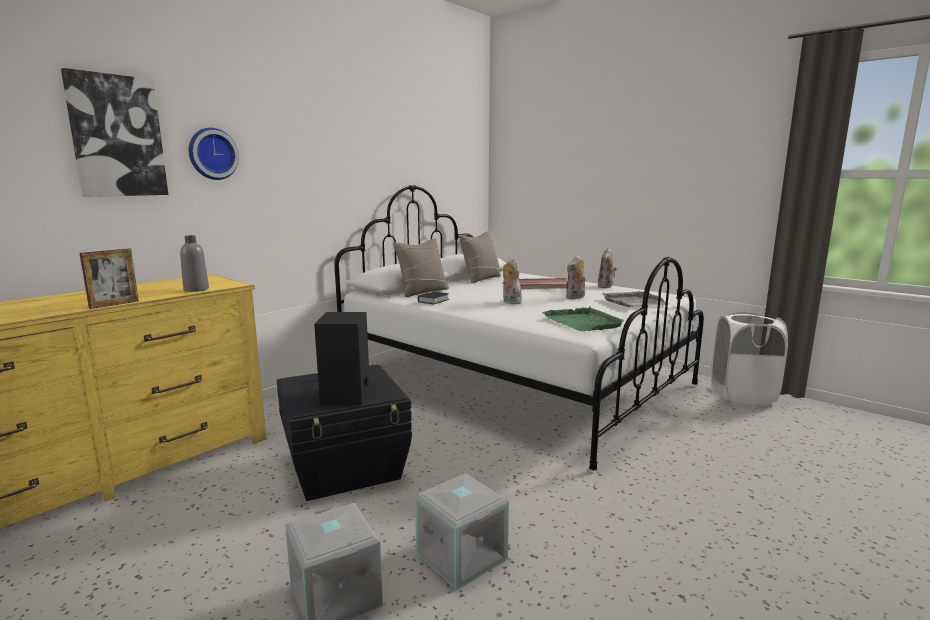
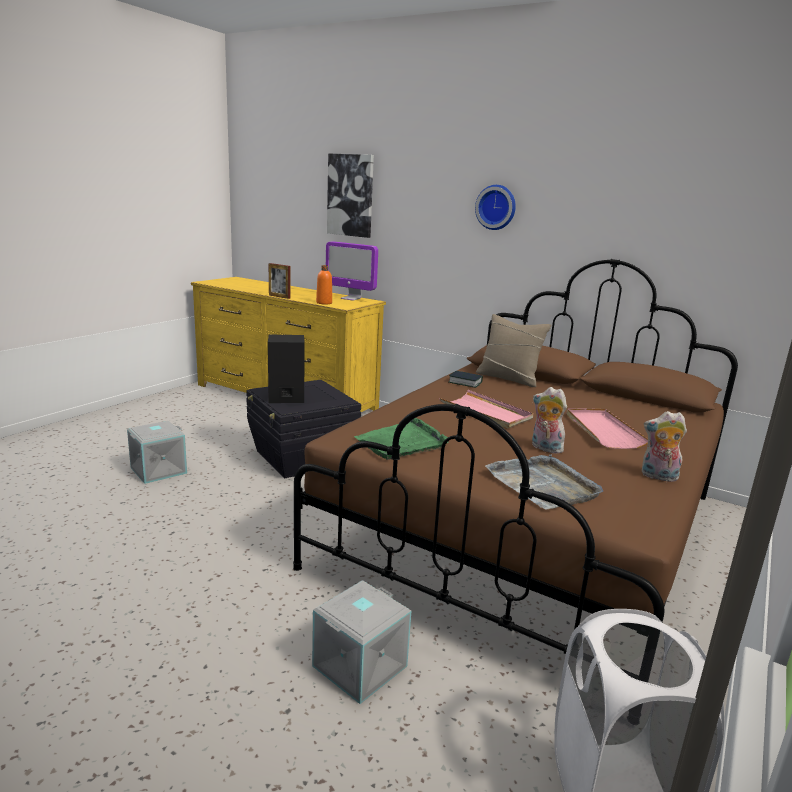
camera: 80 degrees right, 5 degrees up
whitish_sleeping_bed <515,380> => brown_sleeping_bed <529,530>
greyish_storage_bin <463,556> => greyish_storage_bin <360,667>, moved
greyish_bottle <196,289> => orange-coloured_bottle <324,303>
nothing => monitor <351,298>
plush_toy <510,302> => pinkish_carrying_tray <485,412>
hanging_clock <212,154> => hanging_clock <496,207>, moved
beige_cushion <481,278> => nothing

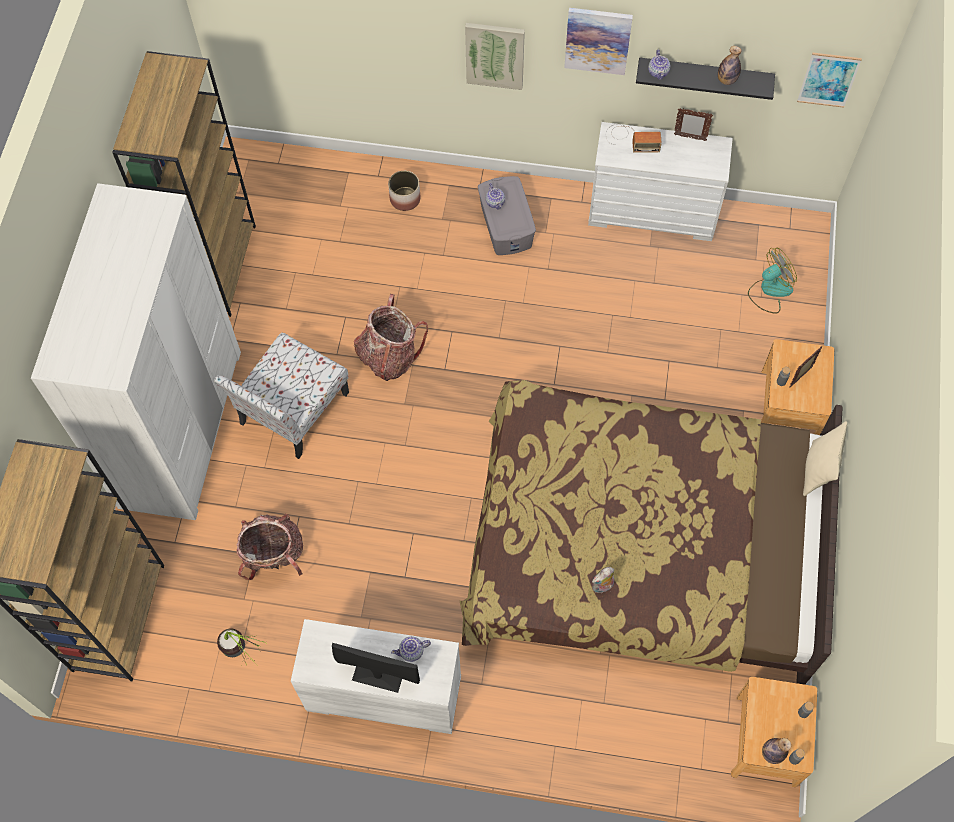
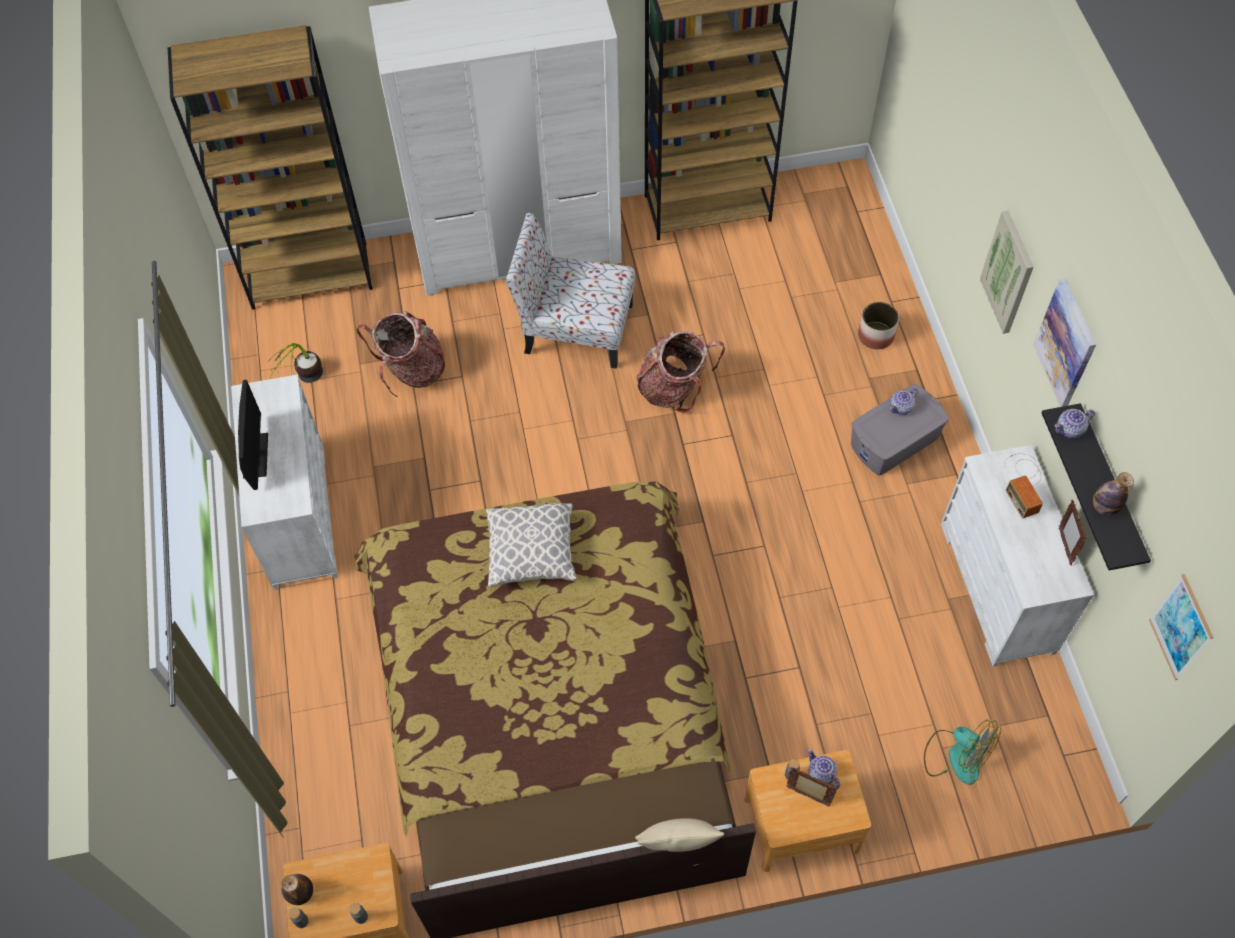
camera: 70 degrees right, 5 degrees down
nothing => cushion <532,553>
pot_for_tea <412,651> => pot_for_tea <821,774>, moved
plush_toy <602,587> => nothing

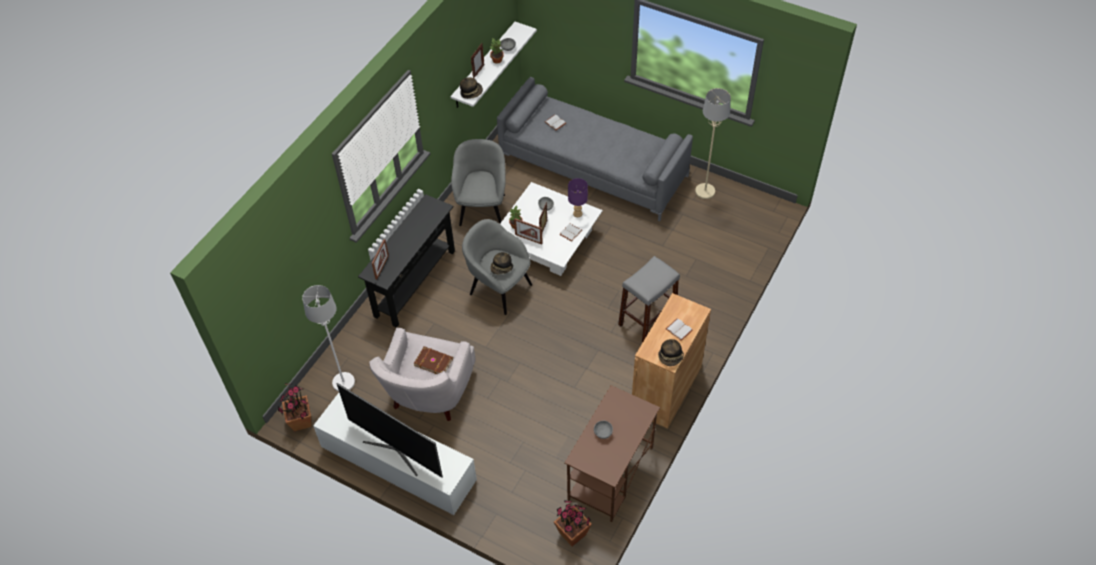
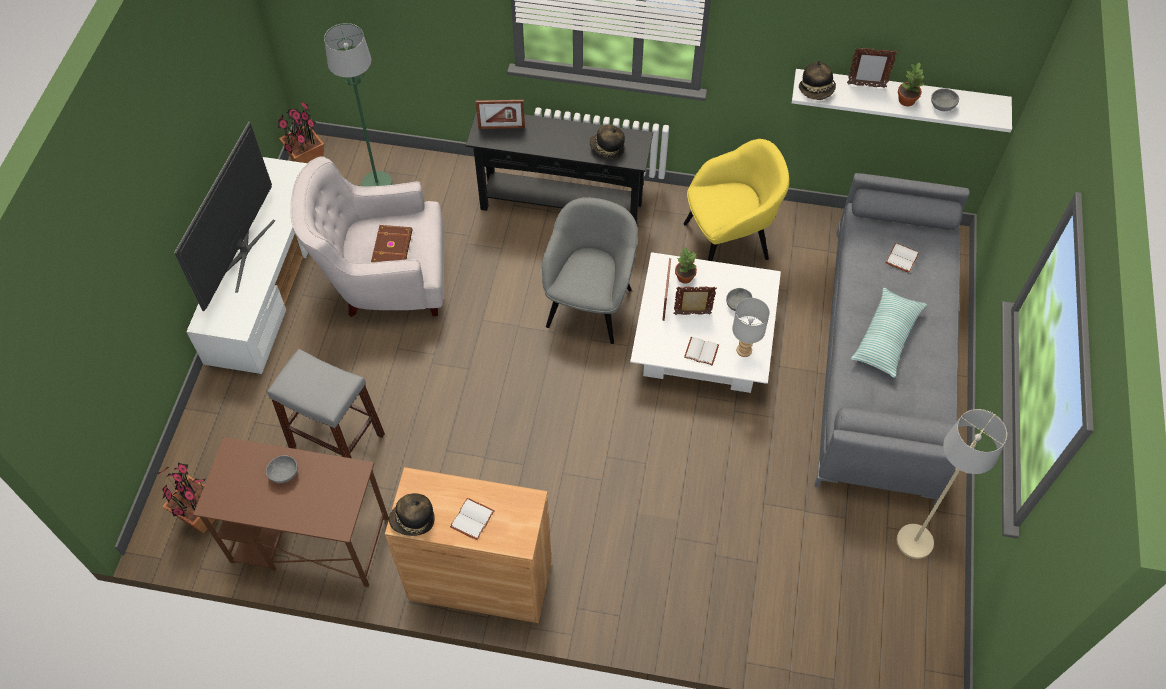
camera: 70 degrees right, 5 degrees up
greyish_stool_seat <647,320> => greyish_stool_seat <337,441>, moved
whitish_floor_lamp <344,382> => greenish_floor_lamp <377,184>
wearable_hat <502,268> => wearable_hat <607,148>, moved
greyish_lounge_chair <482,208> => yellow-coloured_lounge_chair <728,240>
purple_lamp_for_a_table <577,213> => greyish_lamp_for_a_table <744,350>
nothing => cushion <886,337>

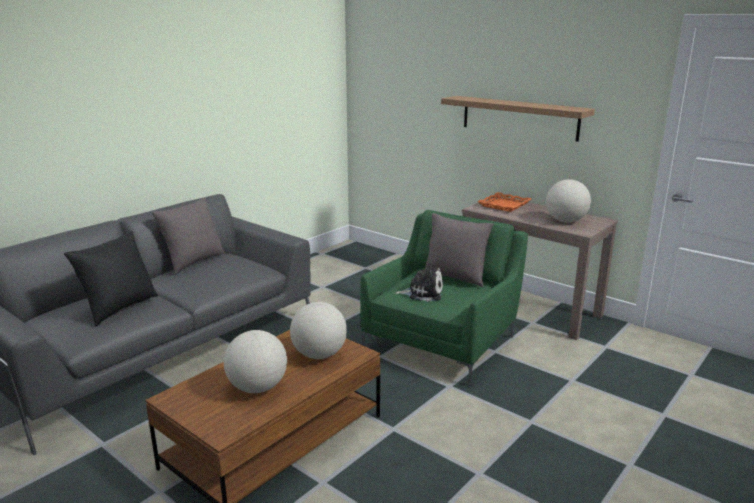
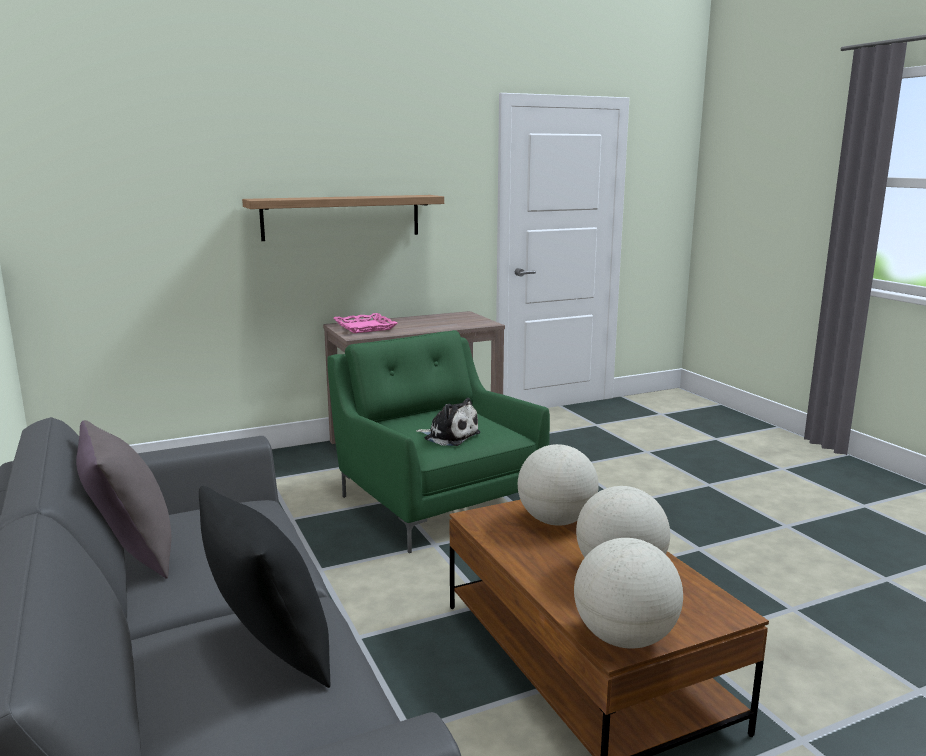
camera: 65 degrees left, 5 degrees down
orange-coloured_carrying_tray <504,205> => pinkish_carrying_tray <365,327>
plush_toy <423,293> => plush_toy <449,436>, 90 degrees clockwise
desk_globe <565,221> => desk_globe <624,638>, moved
greyish_cushion <455,278> => nothing

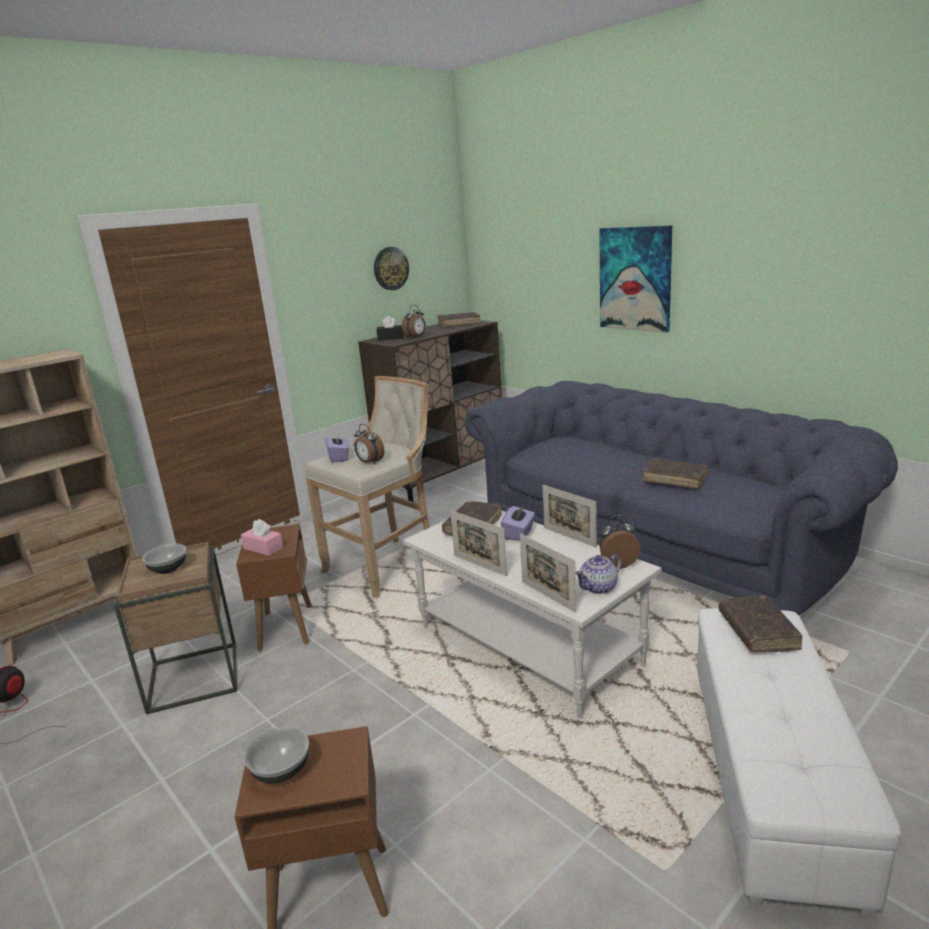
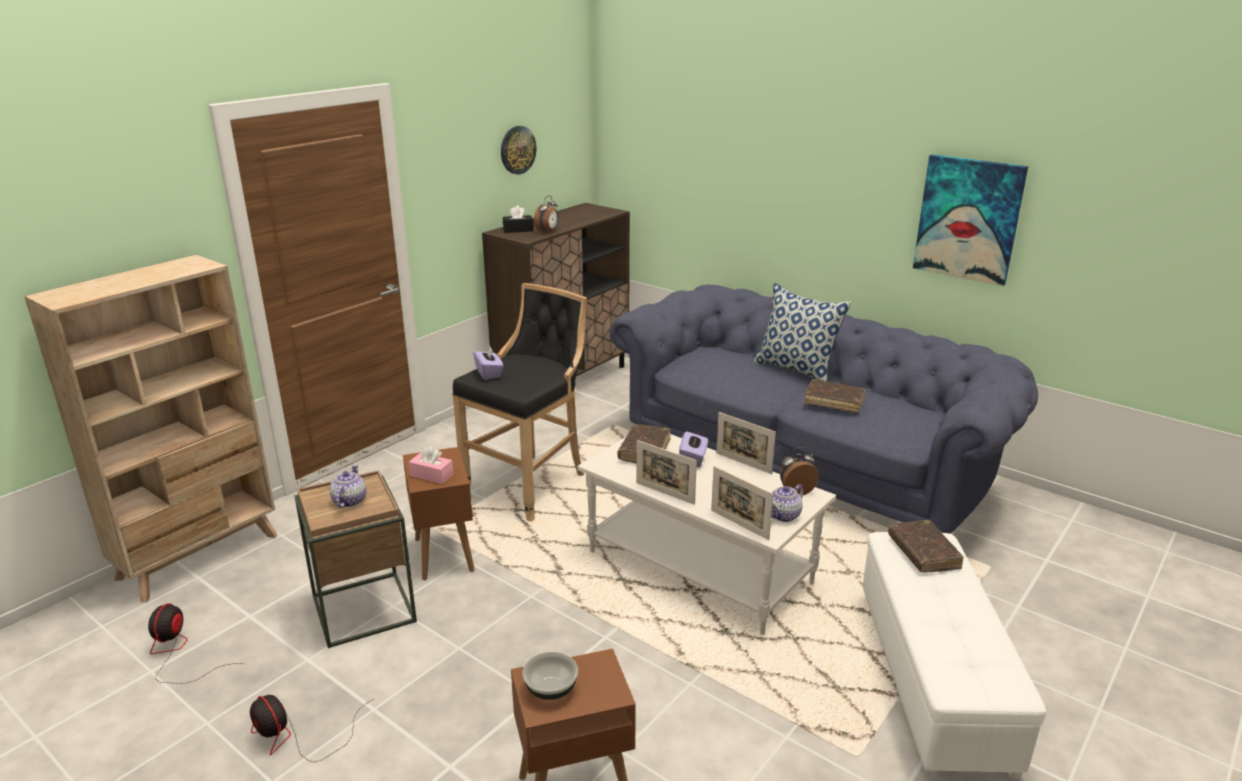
camera: 10 degrees left, 5 degrees up
nothing => cooling_fan <296,737>
serving_bowl <167,569> => pot_for_tea <349,501>
beige_stool_seat <386,564> => blackish_stool_seat <530,484>
nothing => cushion <796,370>
wall_art <635,278> => wall_art <968,219>, moved
table_clock <369,463> => nothing
brown_book <459,324> => nothing

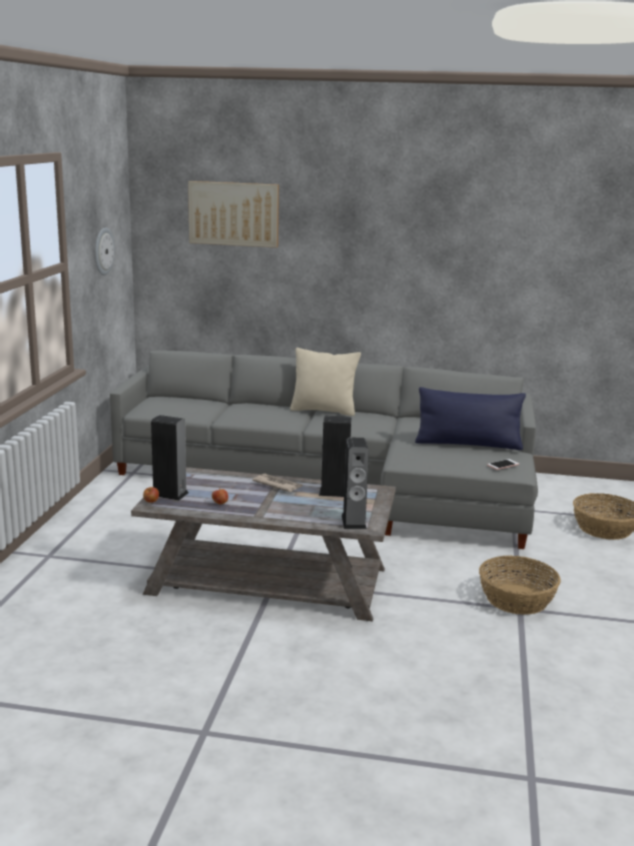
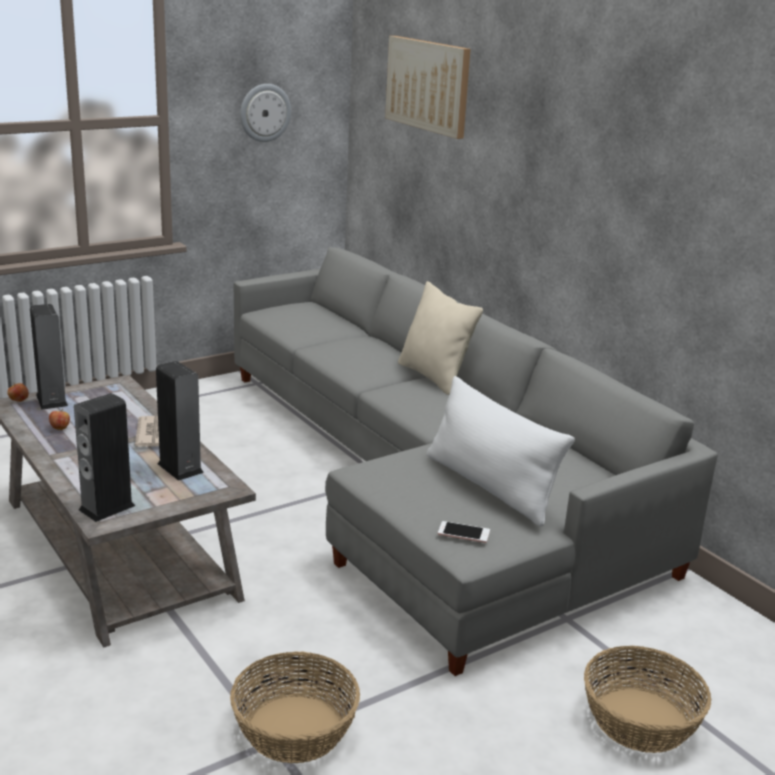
camera: 45 degrees right, 5 degrees up
bluish_cushion <468,444> => whitish_cushion <489,486>

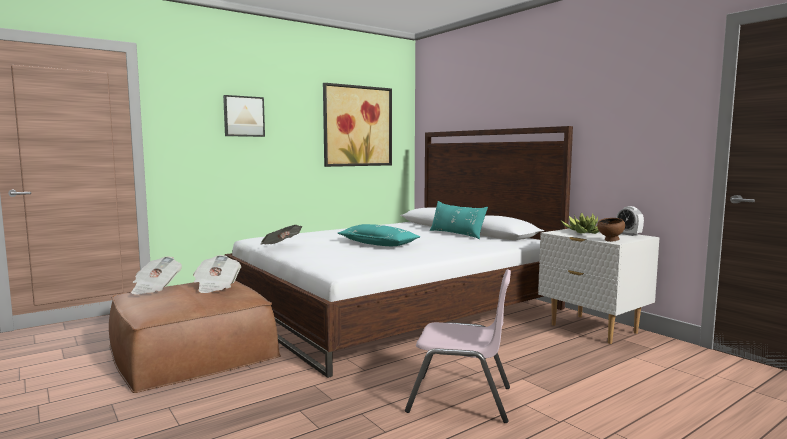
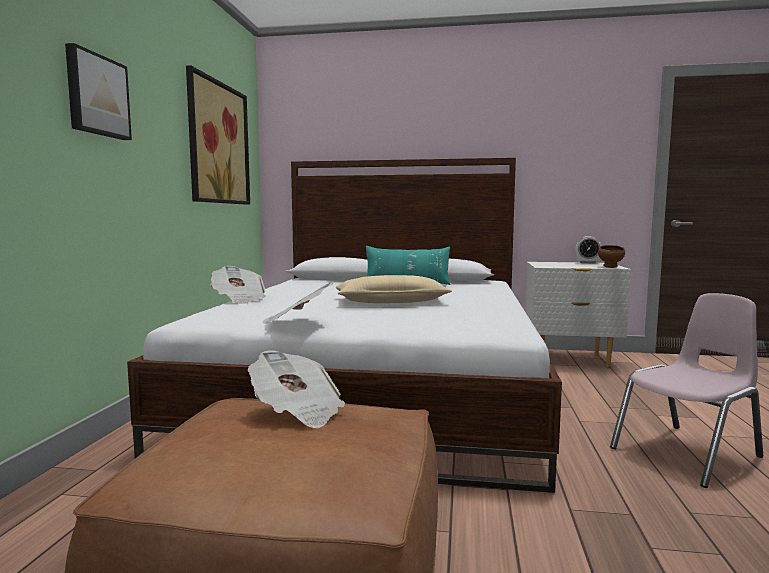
camera: 45 degrees left, 0 degrees up
printed_paper <155,288> => printed_paper <239,299>, moved
blue-green_cushion <378,244> => beige_cushion <391,302>
potted_plant <583,232> => nothing

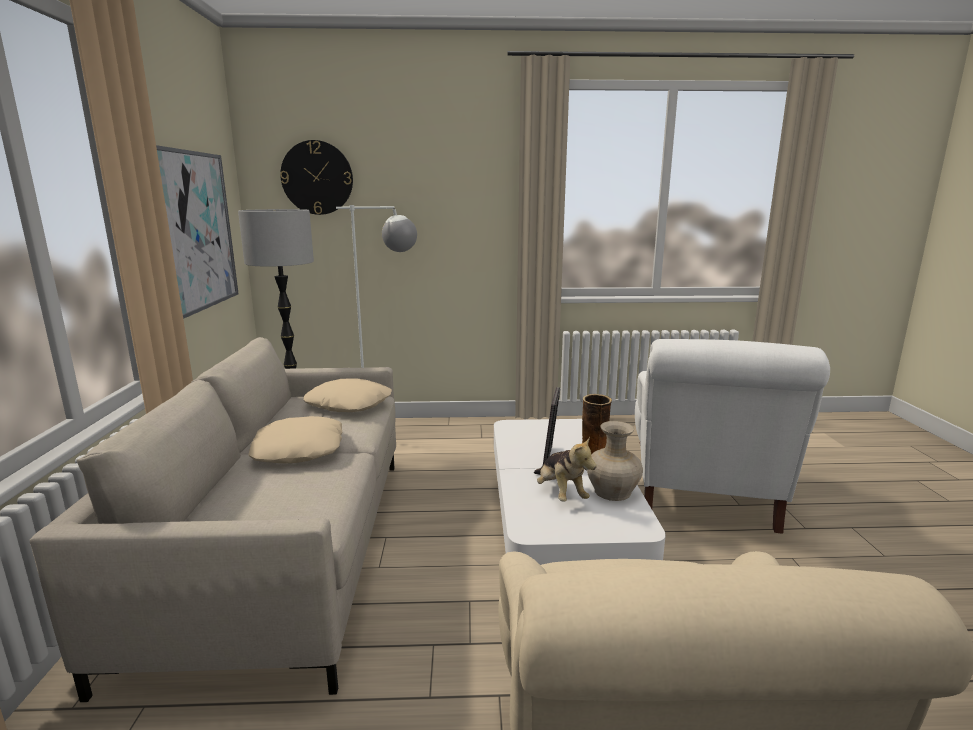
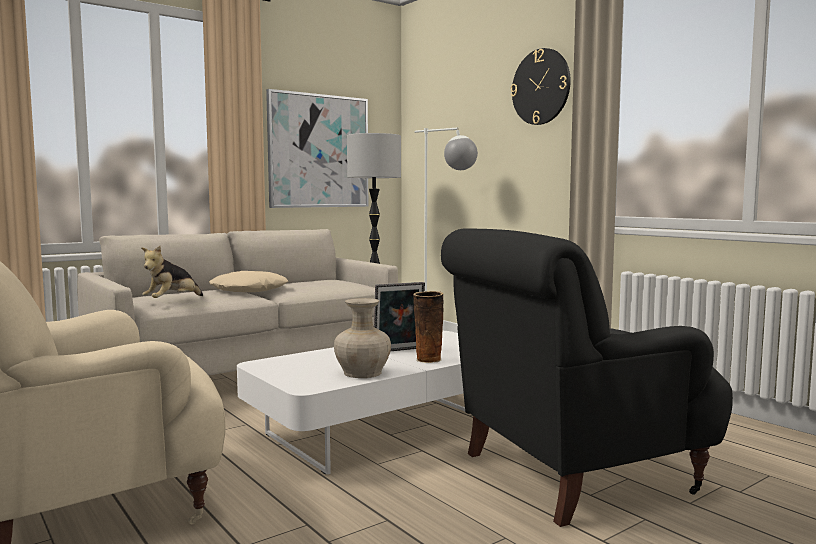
camera: 55 degrees right, 10 degrees down
plush_toy <560,493> => plush_toy <172,301>, moved
whitish_lounge_chair <703,496> => blackish_lounge_chair <572,473>
hanging_clock <317,178> => hanging_clock <541,87>, moved
beige_cushion <349,404> => nothing

